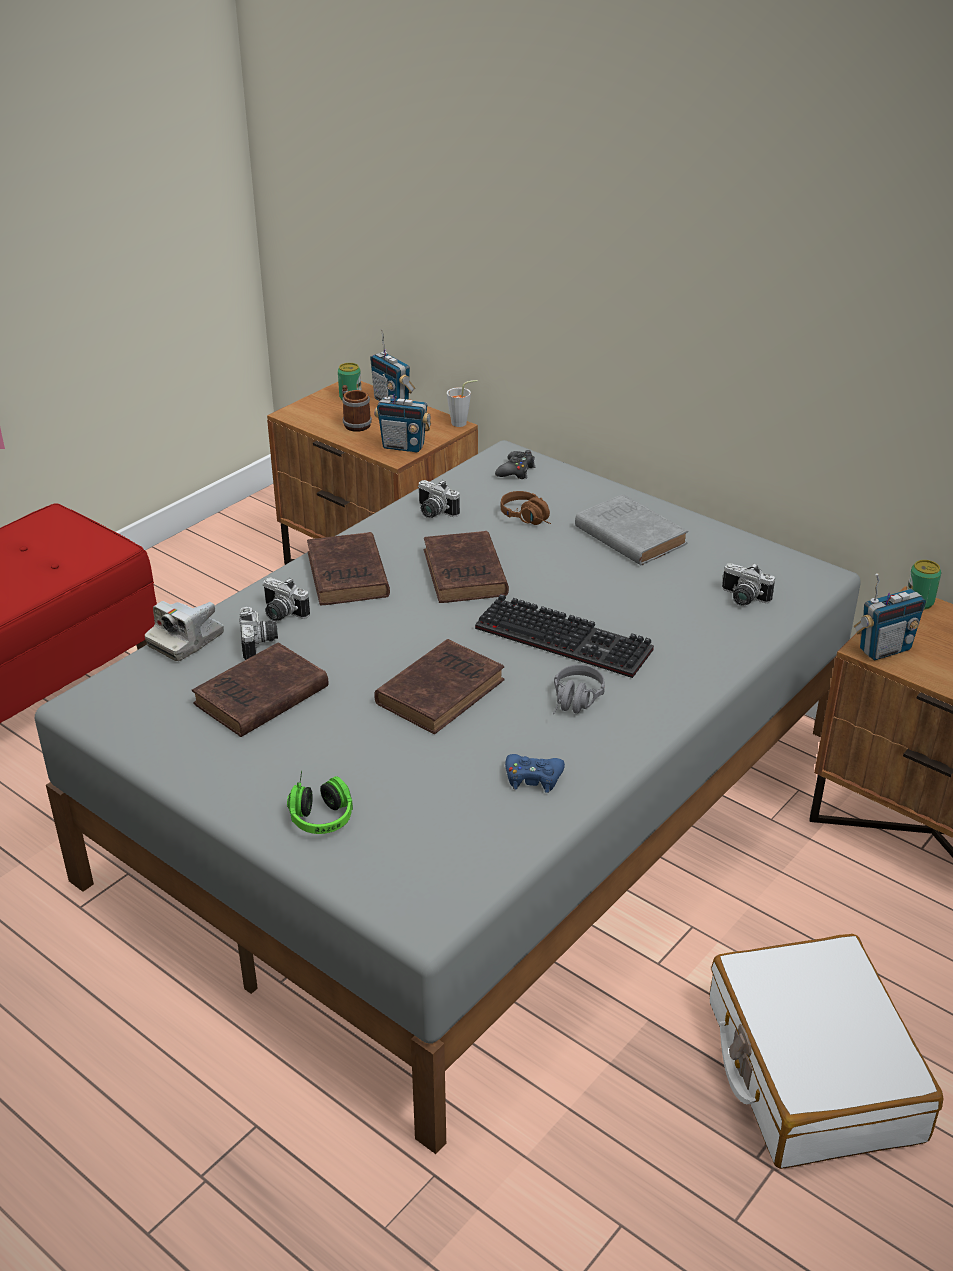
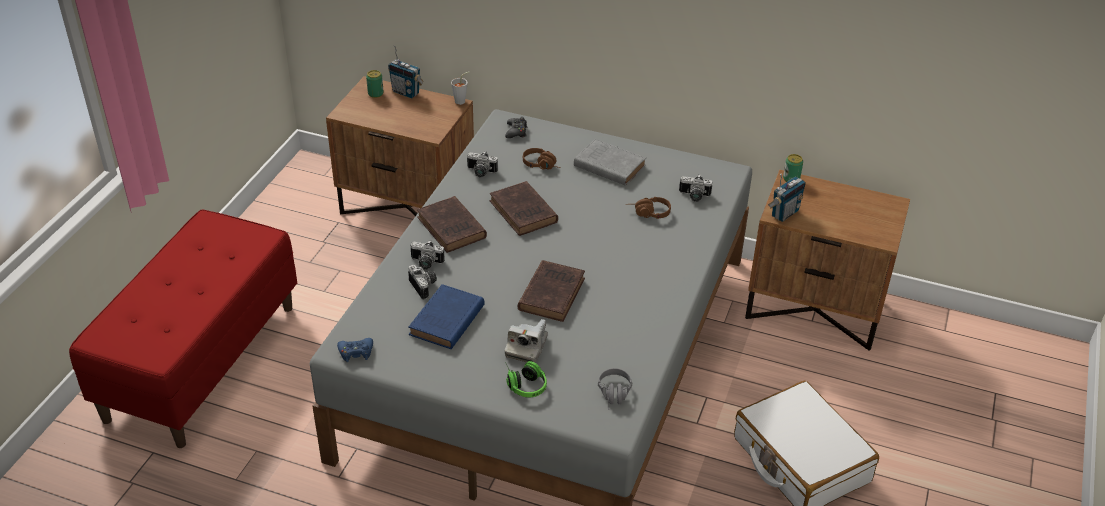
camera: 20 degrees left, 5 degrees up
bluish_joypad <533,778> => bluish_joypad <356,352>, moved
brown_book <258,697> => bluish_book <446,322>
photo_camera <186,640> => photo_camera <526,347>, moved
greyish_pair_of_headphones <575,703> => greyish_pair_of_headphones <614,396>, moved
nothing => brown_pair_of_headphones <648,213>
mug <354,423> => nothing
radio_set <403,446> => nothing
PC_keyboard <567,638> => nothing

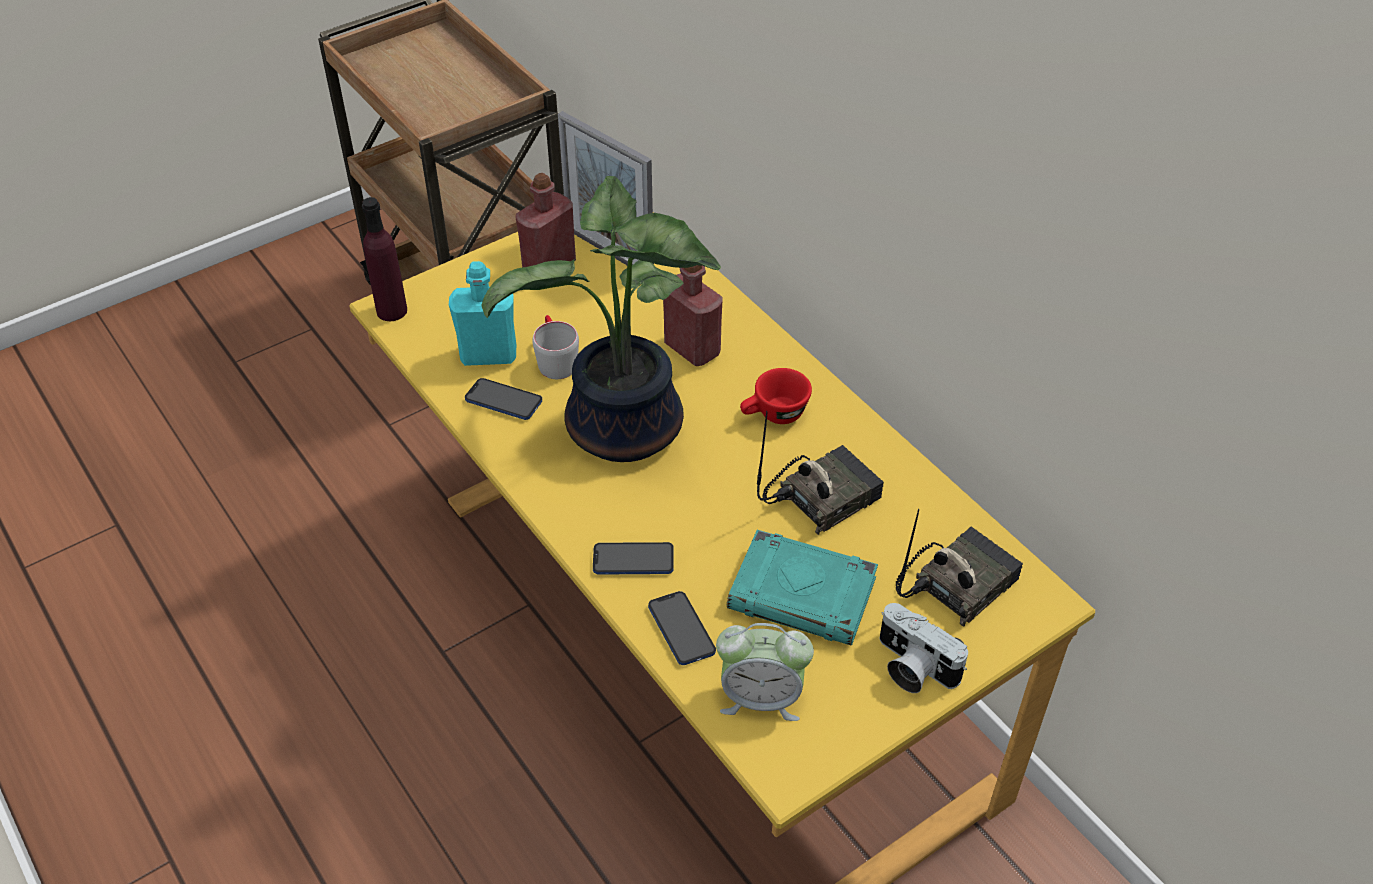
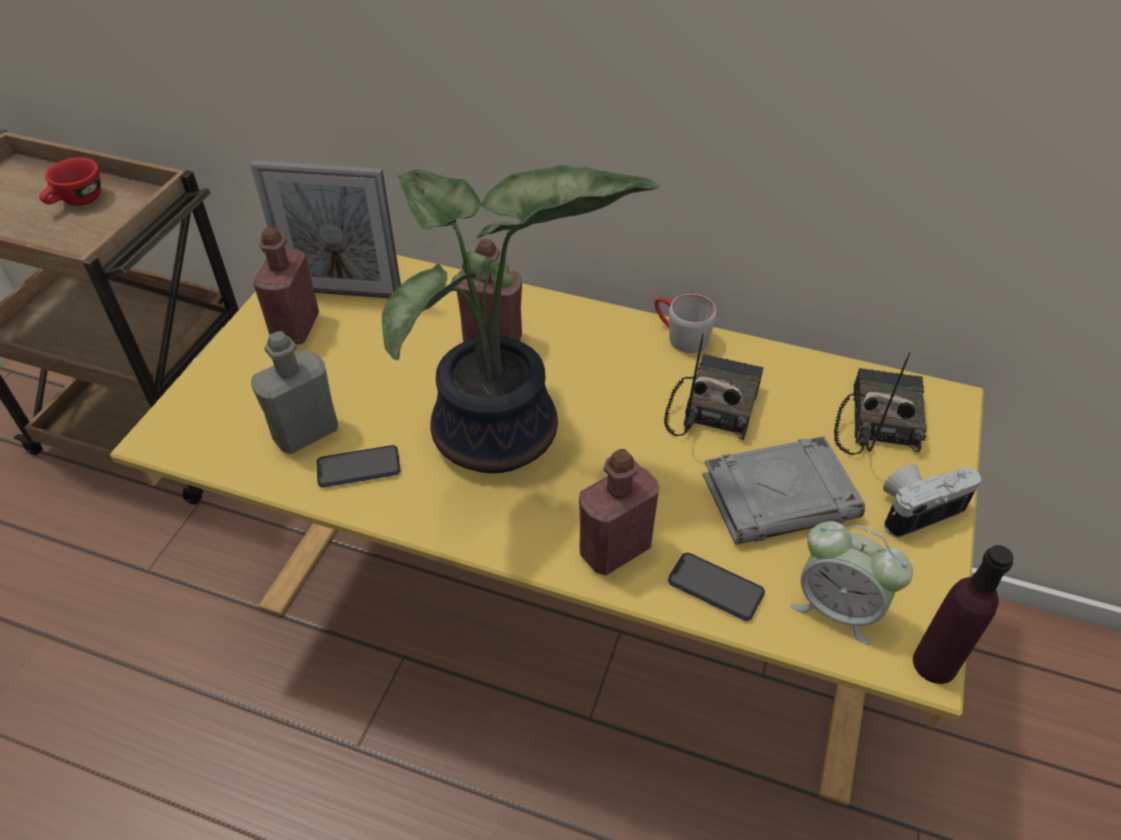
camera: 35 degrees left, 0 degrees up
red-coloured_small_cup <774,415> => red-coloured_small_cup <77,202>, moved
blue-green_bottle <488,355> => greyish_bottle <306,433>
telephone <633,560> => red-coloured_bottle <615,549>
greyish_mug <555,359> => greyish_mug <679,336>, moved
blue-green_book <803,595> => greyish_book <780,496>
table_clock <761,697> => table_clock <837,608>, 60 degrees clockwise
photo_camera <912,667> => photo_camera <917,507>, 150 degrees clockwise
purple_bottle <392,311> => purple_bottle <934,663>, moved

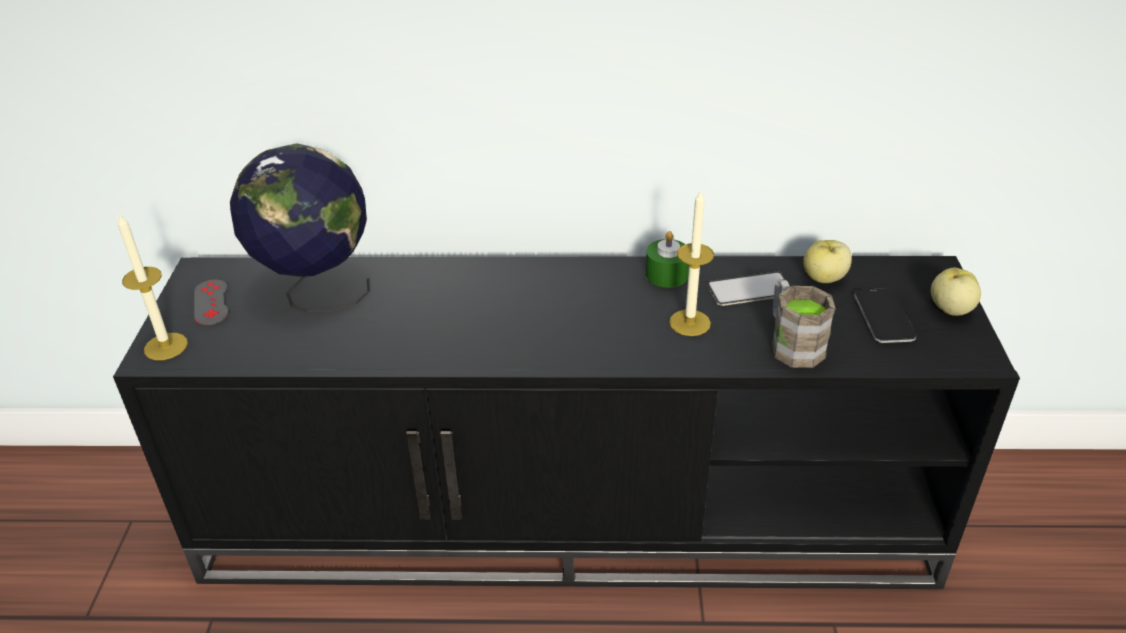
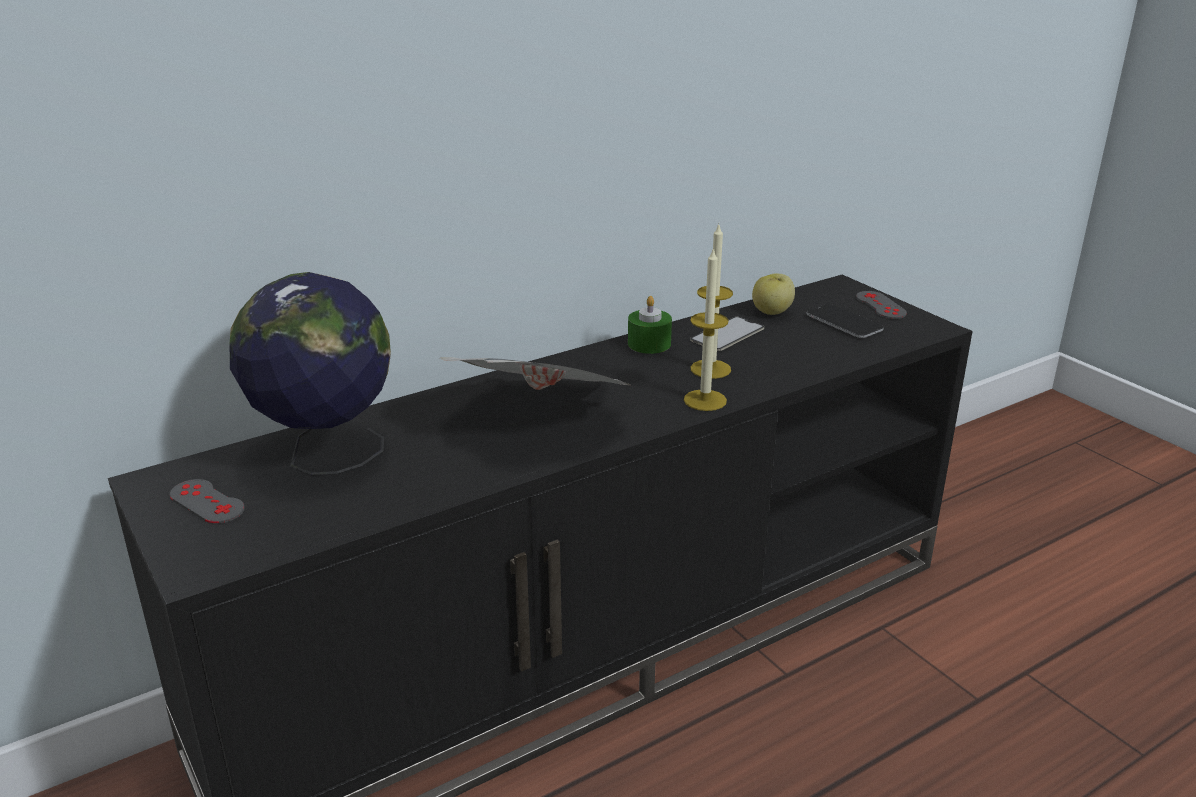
camera: 35 degrees left, 10 degrees down
nothing => printed_paper <544,416>
wax_candle <166,346> => wax_candle <705,400>, moved
apple_fruit <950,309> => greyish_joypad <880,305>
brown_mug <792,343> => nothing

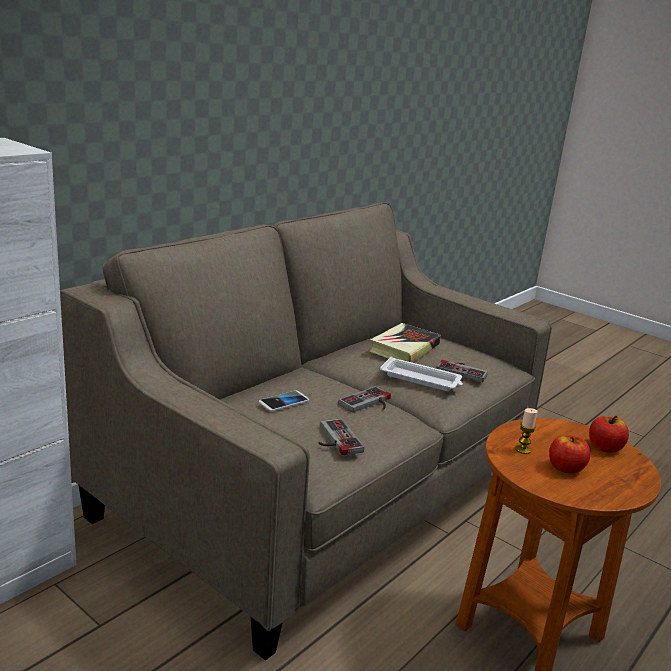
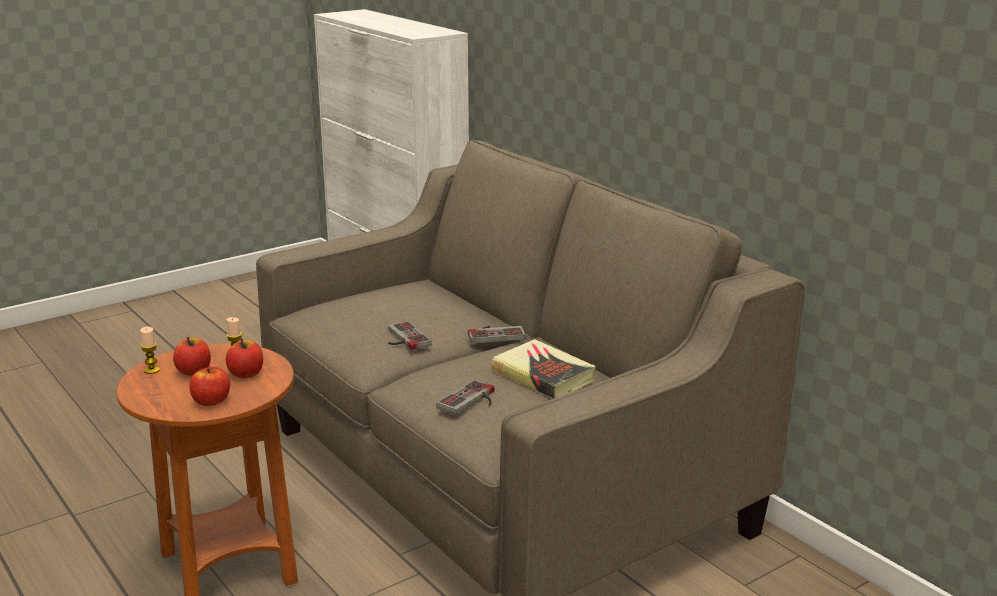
camera: 105 degrees right, 0 degrees up
nothing => wax_candle <152,370>
nothing => apple_fruit <246,374>
joypad <334,439> => joypad <495,334>, moved
telephone <284,402> => nothing
whitish_carrying_tray <421,379> => nothing

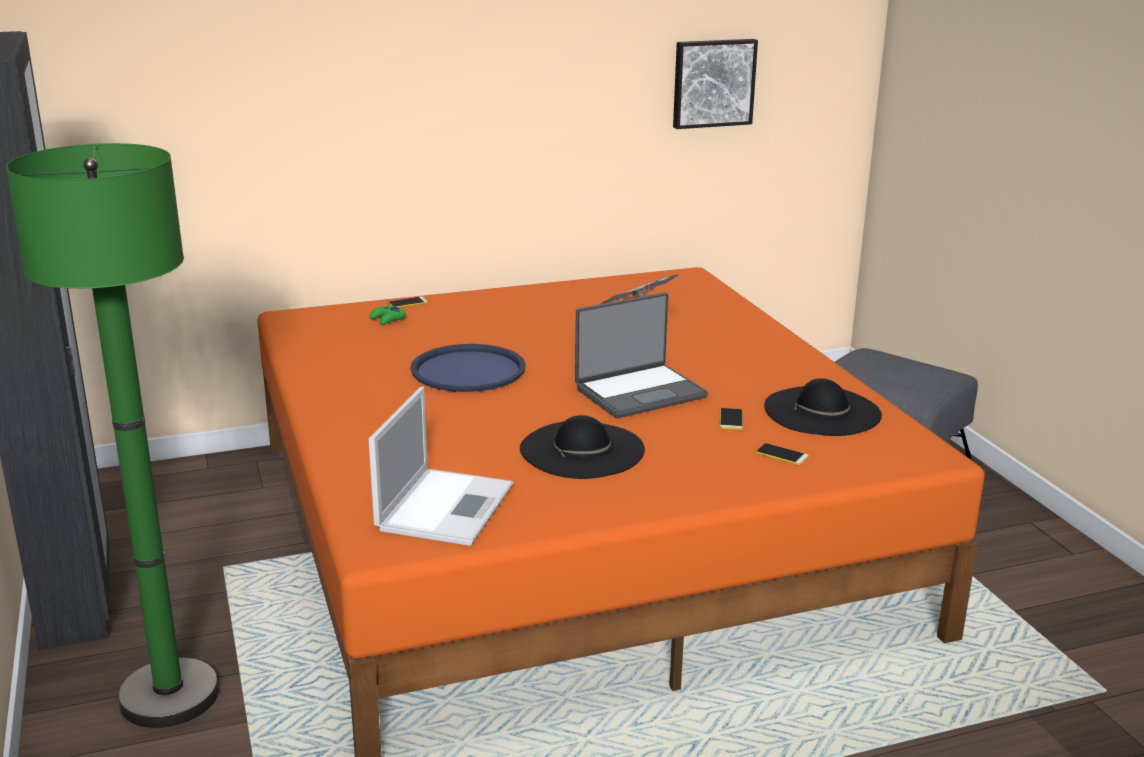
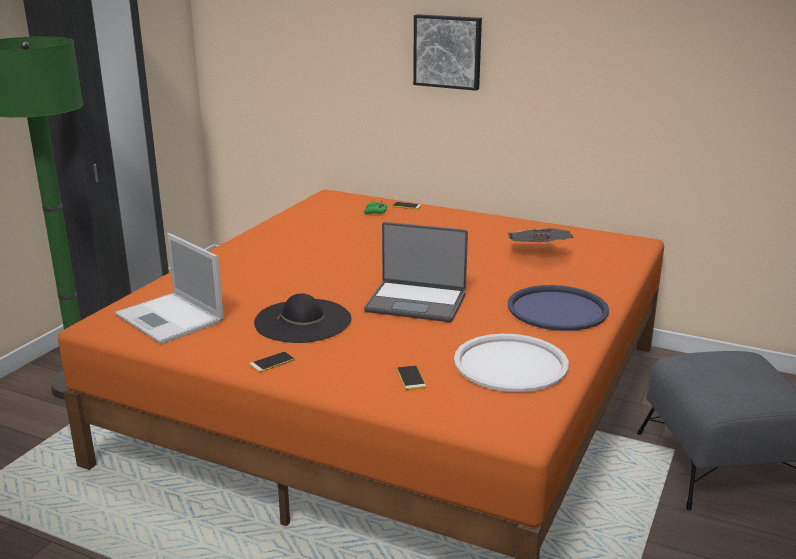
camera: 45 degrees right, 0 degrees up
notebook_computer <446,506> => notebook_computer <171,319>, 75 degrees clockwise
telephone <731,420> => telephone <272,362>, moved
wall_art <713,83> => wall_art <448,51>, moved
blackish_wearable_hat <822,411> => whitish_carrying_tray <510,364>
bluish_carrying_tray <468,370> => bluish_carrying_tray <557,309>, moved

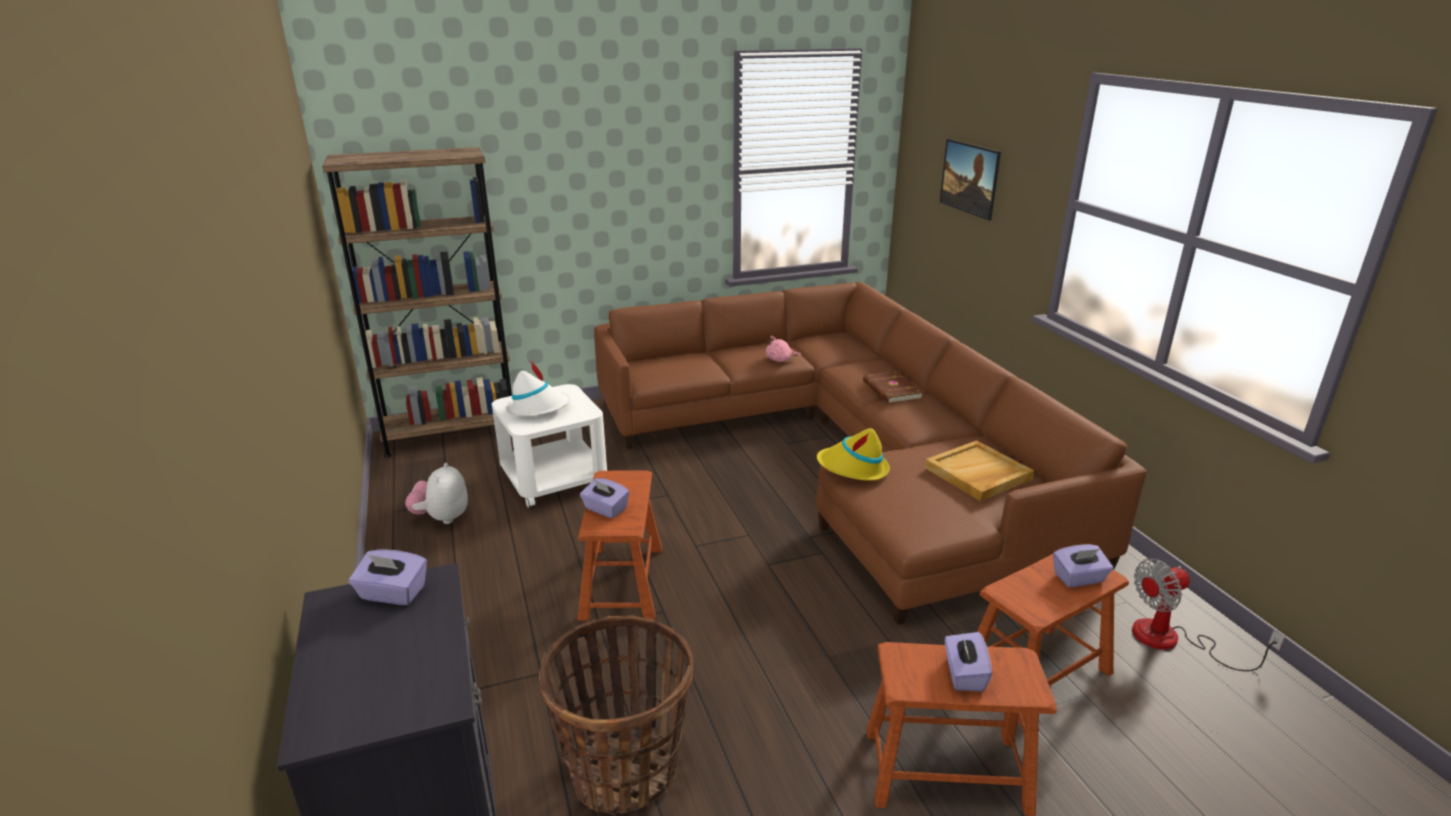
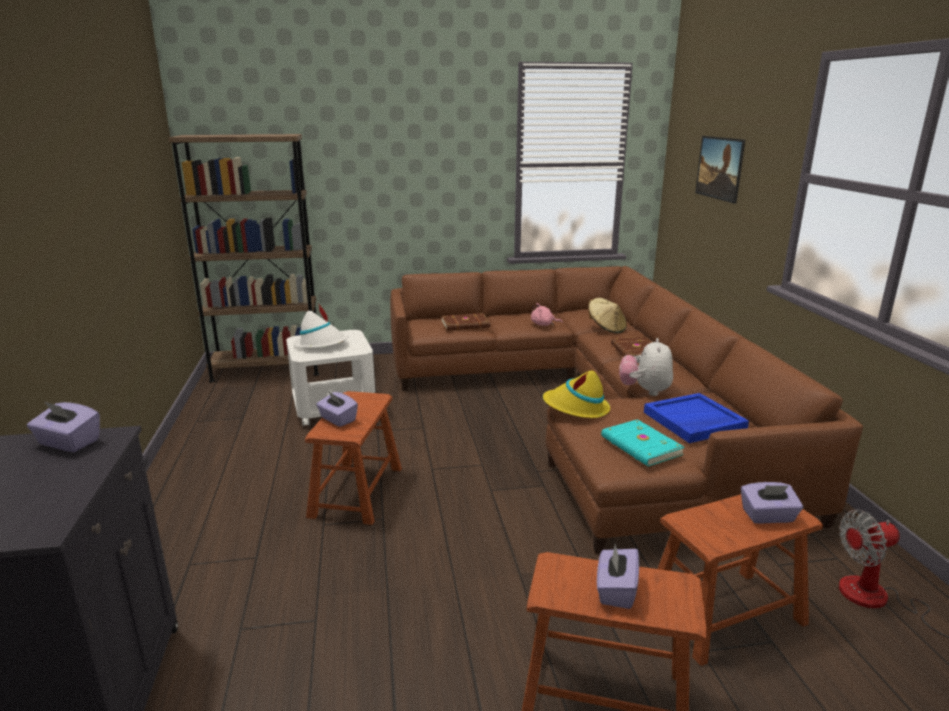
camera: 10 degrees right, 5 degrees down
nothing => brown_book <466,325>
nothing => beige_wearable_hat <606,328>
nothing => blue-green_book <640,446>
plush_toy <442,518> => plush_toy <645,391>, moved
beige_carrying_tray <977,474> => bluish_carrying_tray <694,421>
basket <624,769> => nothing

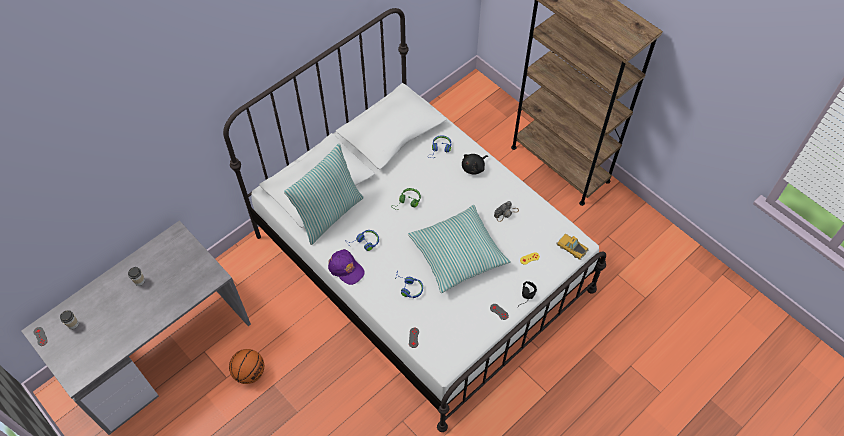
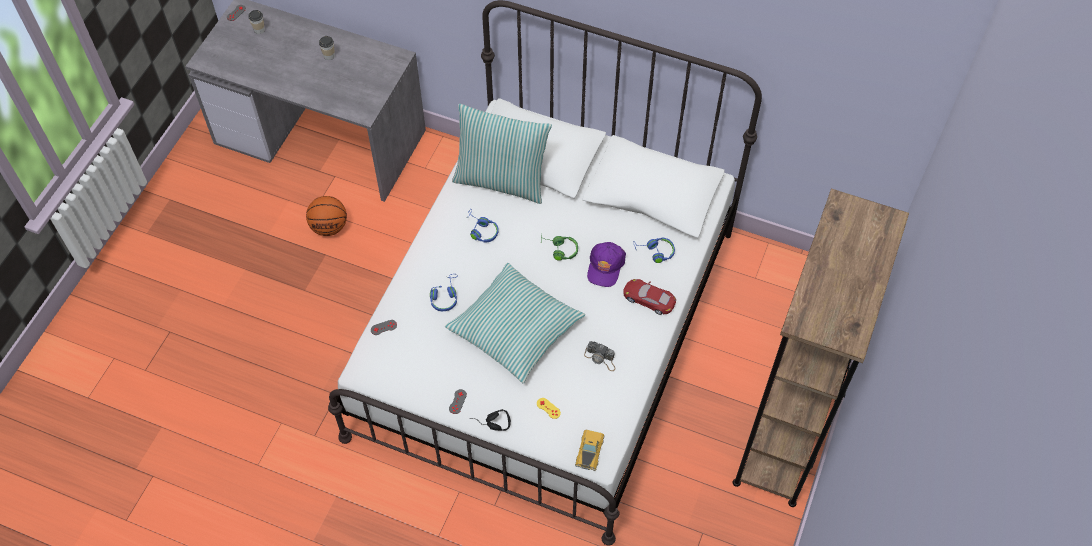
camera: 65 degrees right, 0 degrees up
purple_baseball_cap <346,268> => purple_baseball_cap <605,266>, moved
blackish_plush_toy <474,167> => red-coloured_model_car <649,299>

